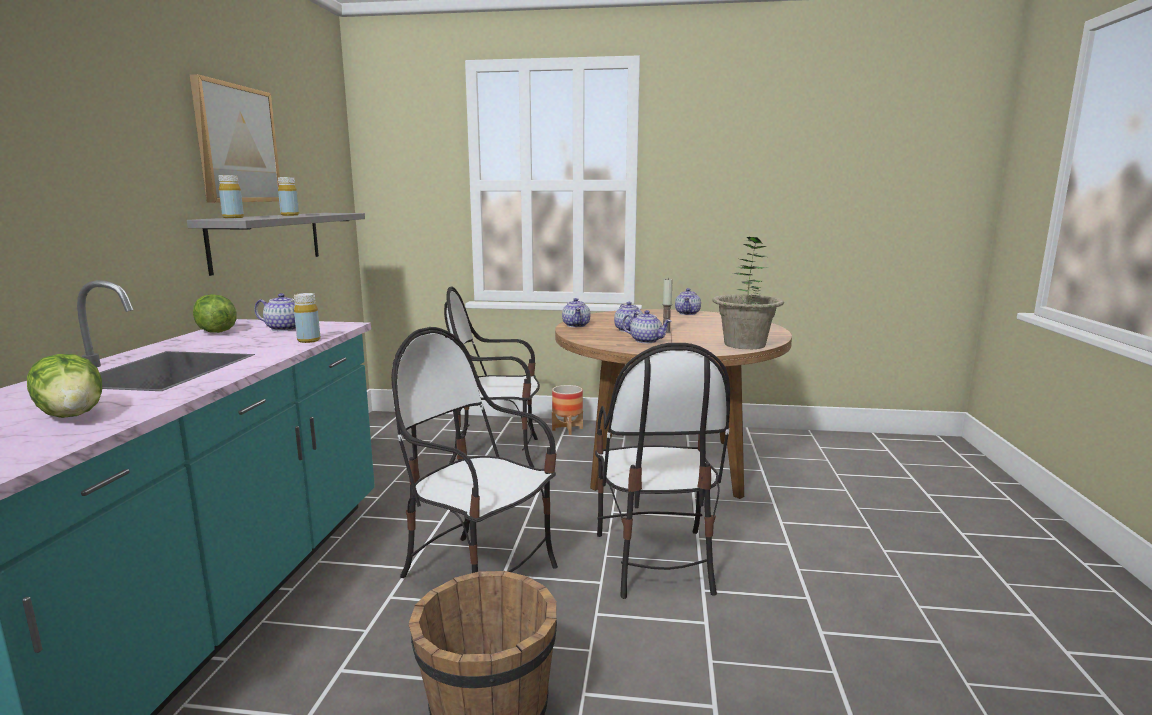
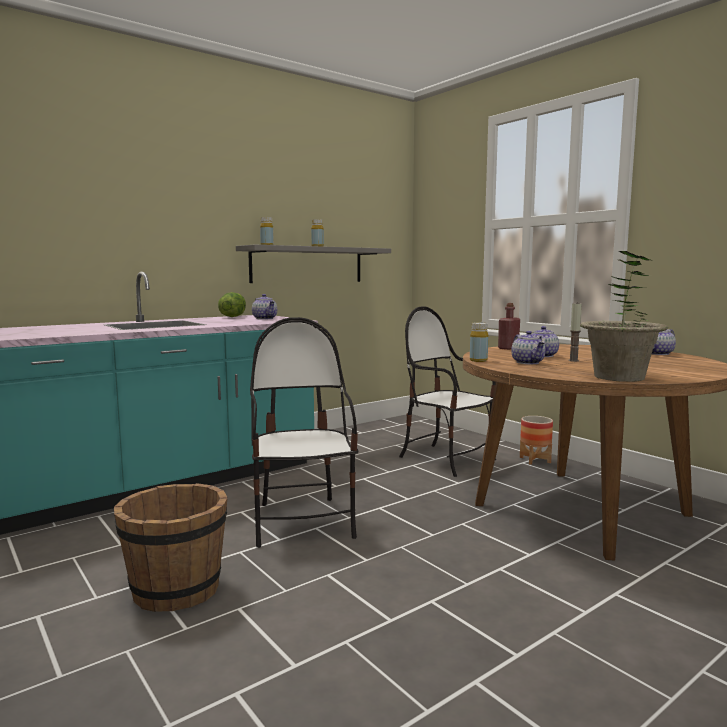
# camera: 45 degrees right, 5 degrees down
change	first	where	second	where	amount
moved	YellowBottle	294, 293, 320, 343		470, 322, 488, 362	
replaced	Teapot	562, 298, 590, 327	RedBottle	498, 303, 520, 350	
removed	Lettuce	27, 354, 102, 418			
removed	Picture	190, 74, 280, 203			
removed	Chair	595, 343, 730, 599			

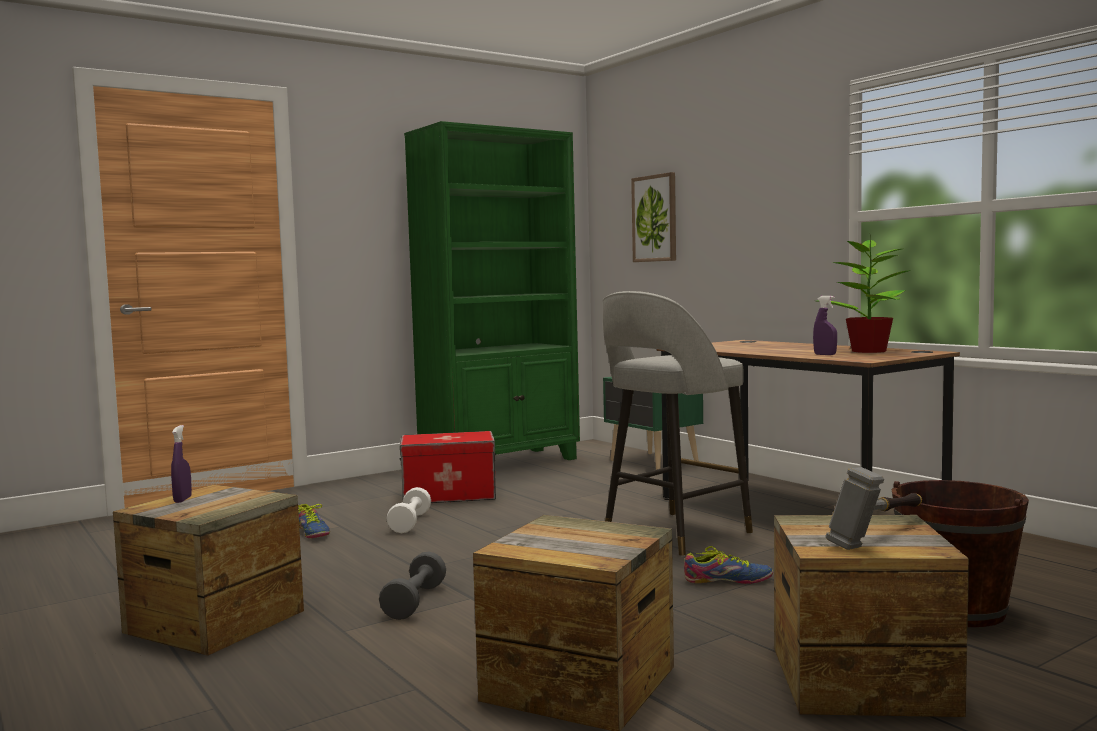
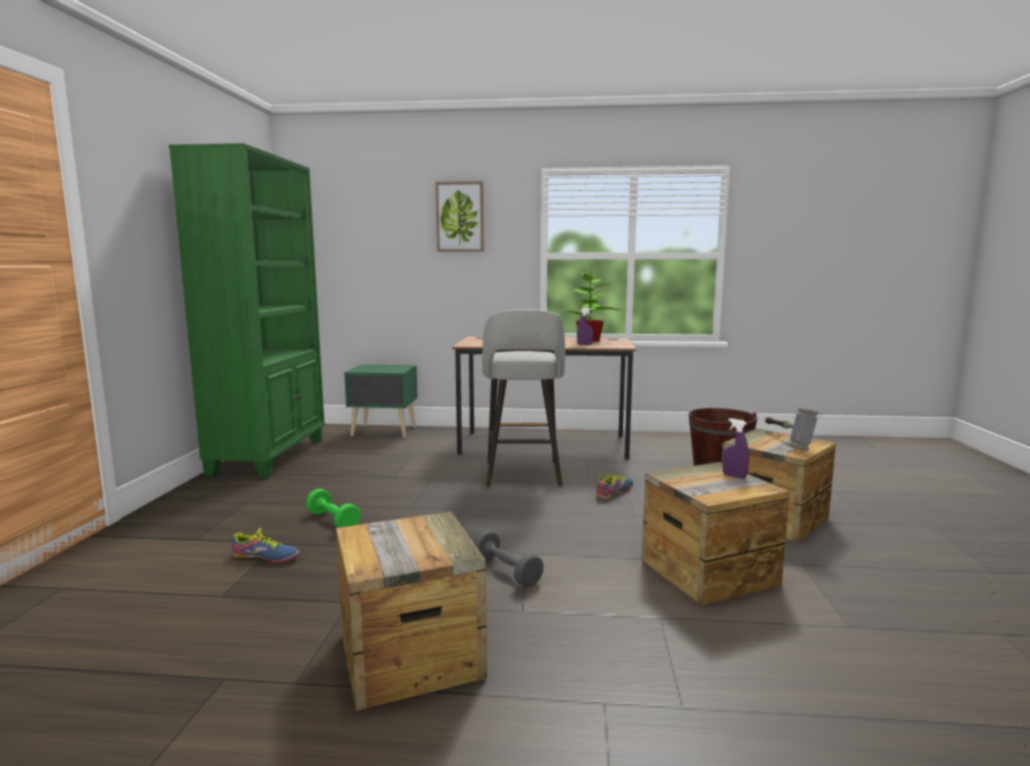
# camera: 50 degrees left, 5 degrees up
change	first	where	second	where	amount
recoloured	WhiteDumbbell	387, 487, 431, 533	GreenDumbbell	306, 489, 361, 528	
moved	Picture	631, 172, 676, 262		435, 181, 484, 252	
moved	PurpleSprayBottle	171, 425, 192, 503		722, 418, 749, 479	
removed	StorageBox	400, 431, 496, 503			

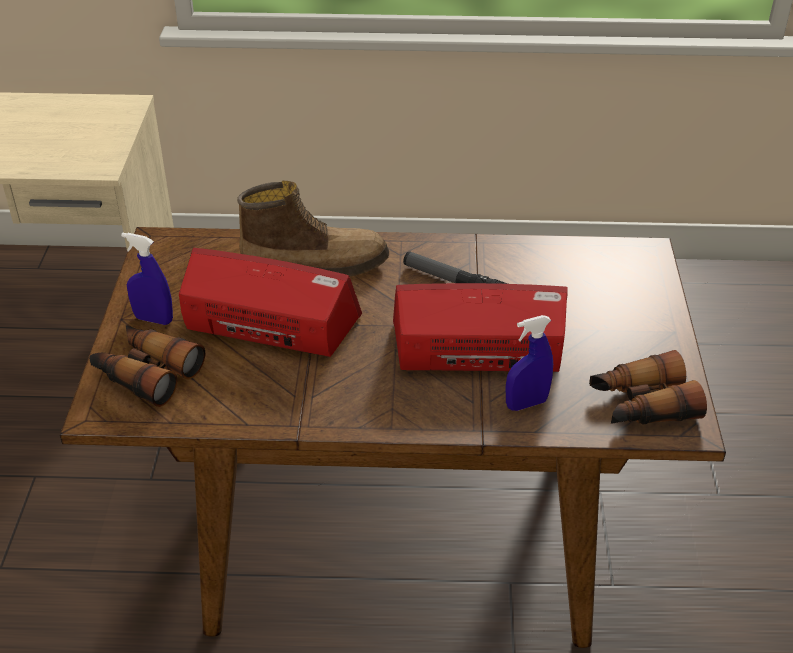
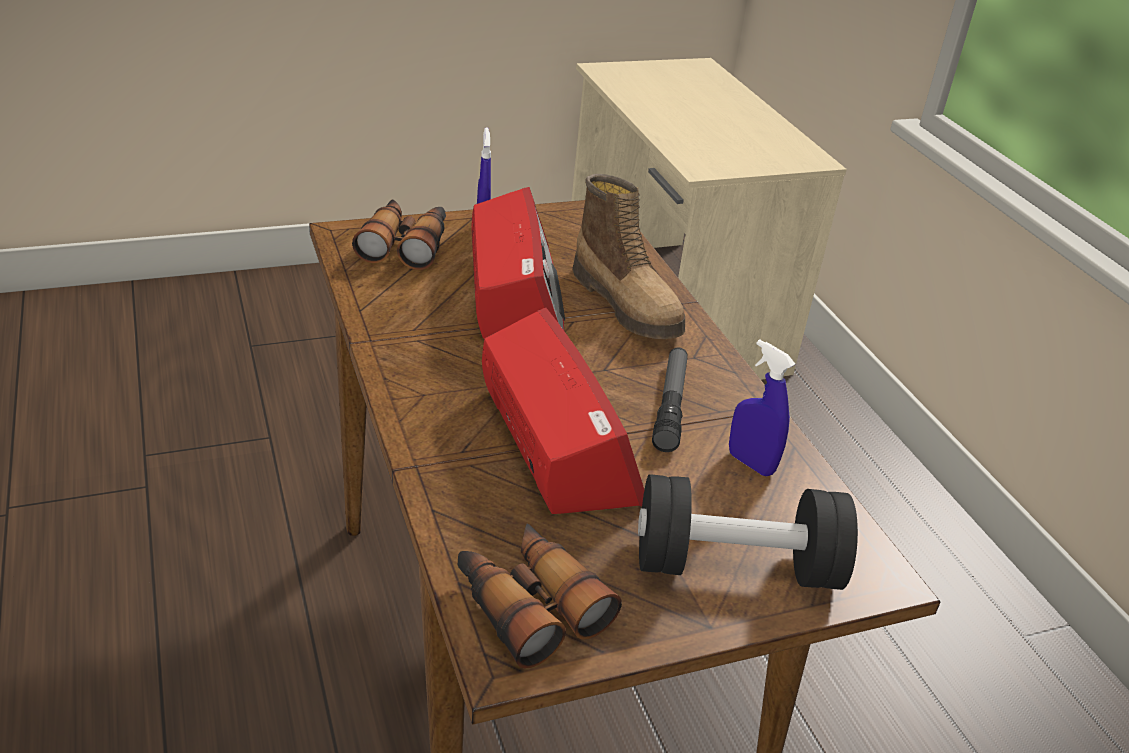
# camera: 65 degrees right, 5 degrees down
change	first	where	second	where	amount
added			BlackDumbbell	638, 474, 858, 590	
moved	BlueSprayBottle	506, 315, 553, 411		729, 339, 795, 476	

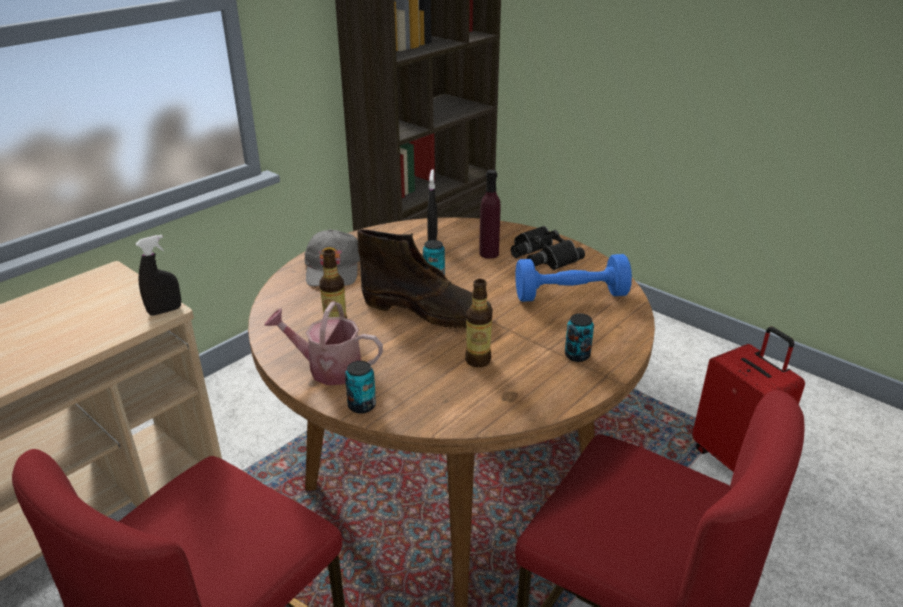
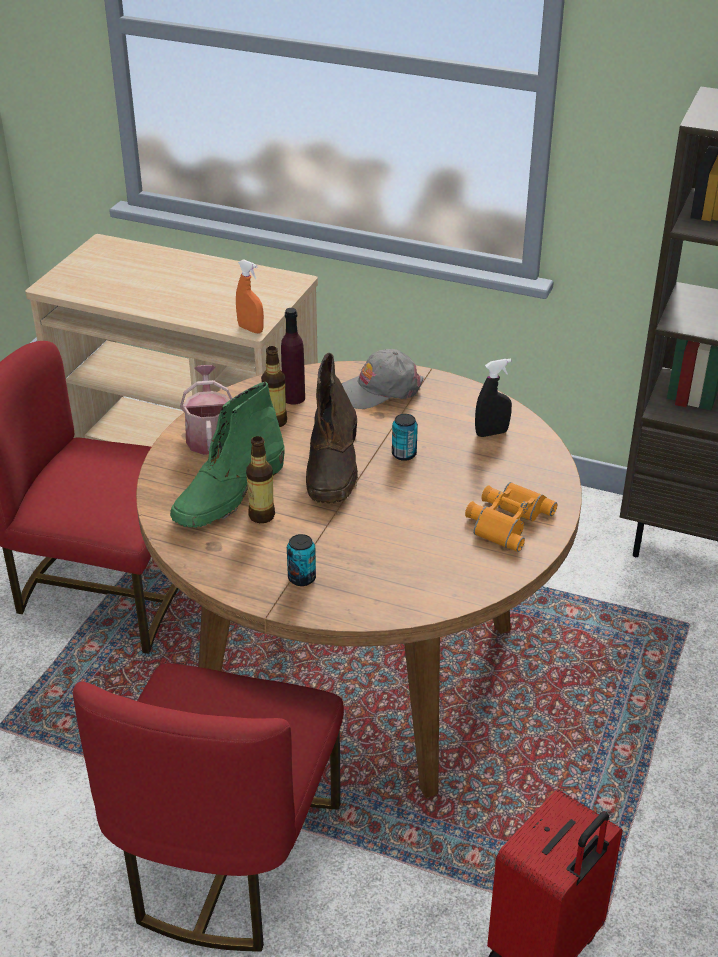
# camera: 70 degrees right, 5 degrees up
change	first	where	second	where	amount
added			GreenBoot	170, 382, 285, 528	
recoloured	BlackSprayBottle	136, 235, 181, 316	OrangeSprayBottle	236, 259, 264, 333	
moved	PurpleBottle	479, 169, 501, 259		281, 308, 305, 405	
recoloured	BlackBinoculars	511, 226, 585, 270	OrangeBinoculars	465, 482, 558, 552	
removed	Can	345, 361, 376, 414			
removed	BlueDumbbell	515, 254, 632, 302			

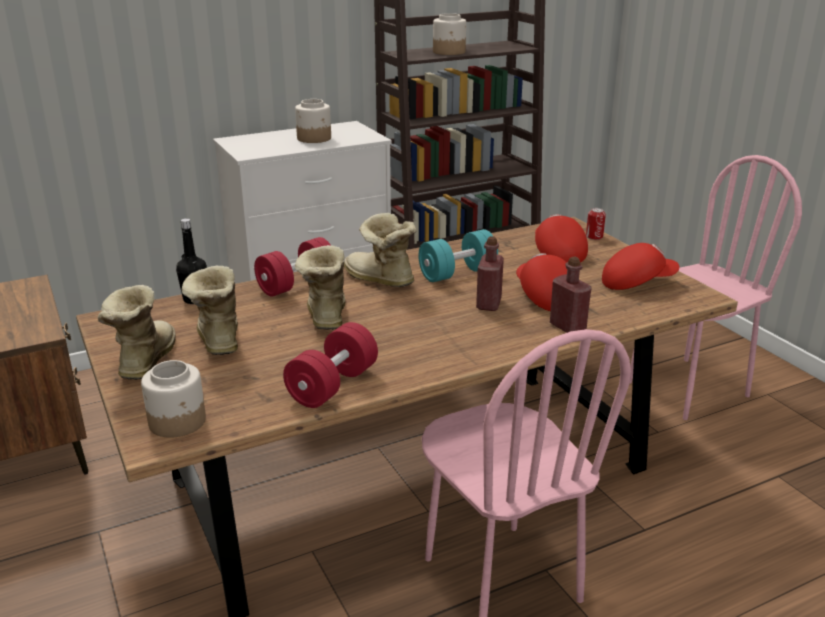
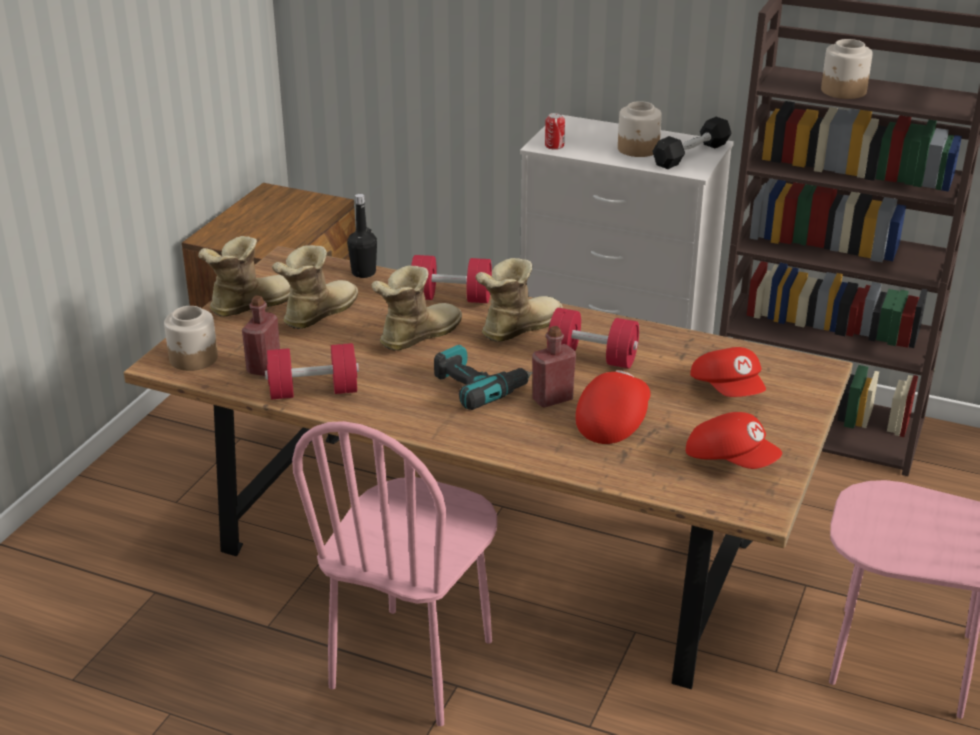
# camera: 50 degrees right, 5 degrees up
change	first	where	second	where	amount
moved	RedBottle	550, 256, 592, 333		242, 296, 280, 376	
added			PowerDrill	434, 345, 533, 410	
turned	Boot	344, 213, 417, 287		476, 258, 563, 342	45 degrees clockwise
moved	Can	586, 208, 606, 240		545, 113, 565, 150	
recoloured	TurquoiseDumbbell	419, 229, 498, 282	RedDumbbell	547, 308, 639, 369	
added			BlackDumbbell	652, 117, 731, 169	
turned	RedCap	535, 214, 588, 263		690, 347, 766, 397	120 degrees clockwise

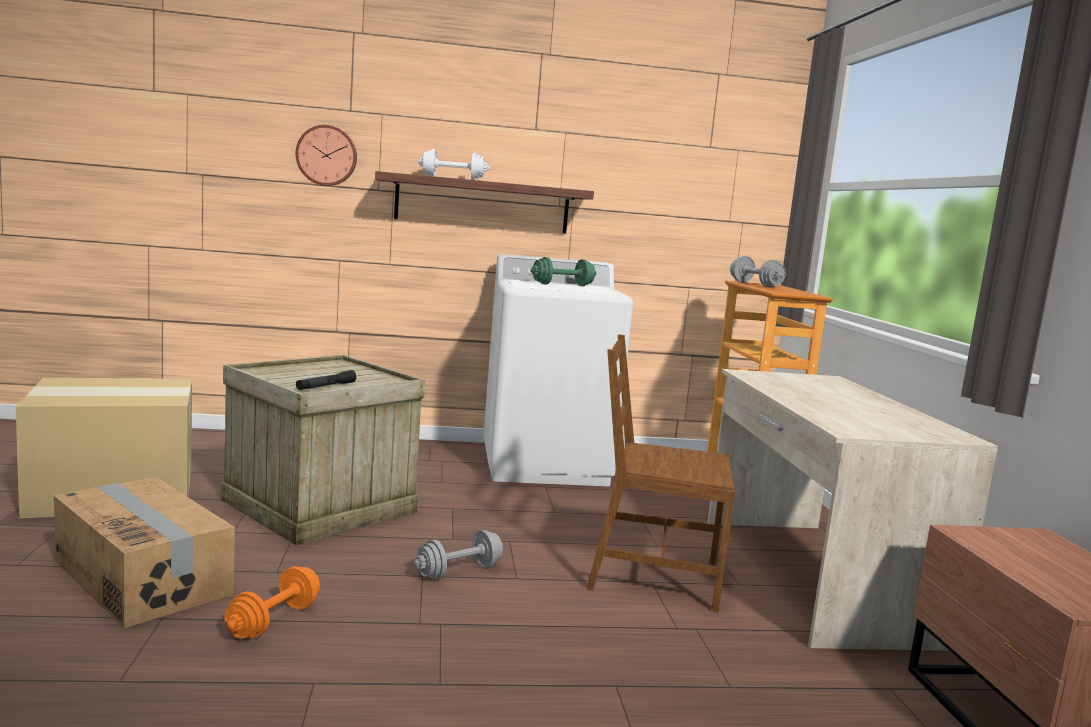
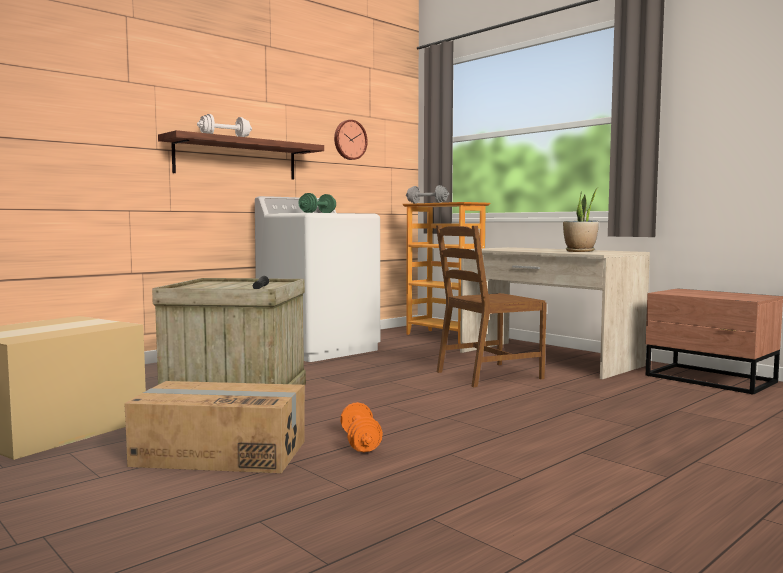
# camera: 35 degrees left, 5 degrees down
change	first	where	second	where	amount
moved	WallClock	296, 125, 357, 186		334, 120, 368, 160	
added			PottedPlant	563, 188, 599, 252	
removed	GreyDumbbell	414, 530, 503, 579			

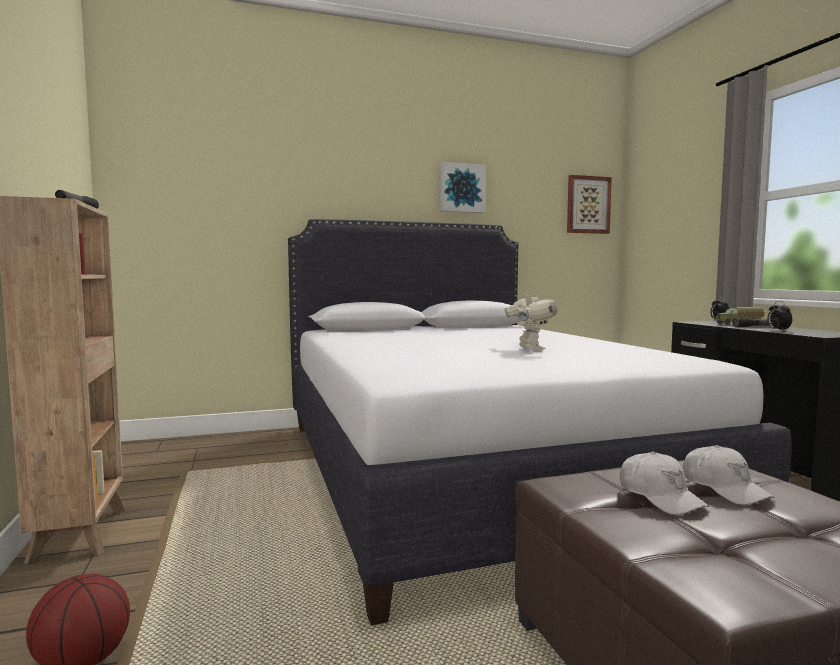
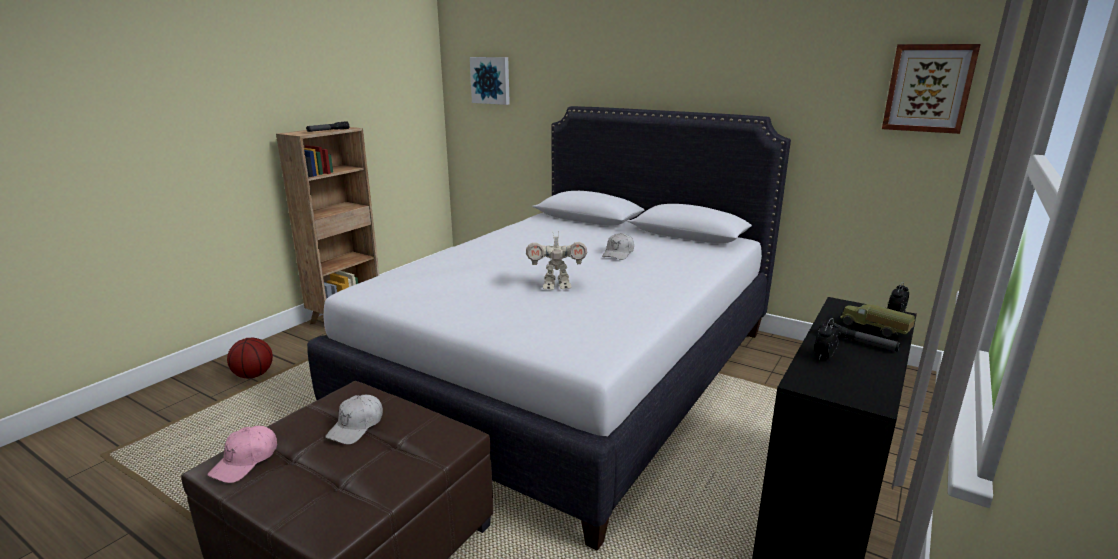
# camera: 50 degrees right, 15 degrees up
change	first	where	second	where	amount
added			PinkCap	208, 426, 277, 483	
moved	Picture	440, 162, 486, 213		470, 57, 510, 105	
turned	ToyRobot	505, 289, 557, 351		526, 233, 587, 290	45 degrees clockwise
moved	WhiteCap	683, 445, 775, 505		602, 233, 634, 260	

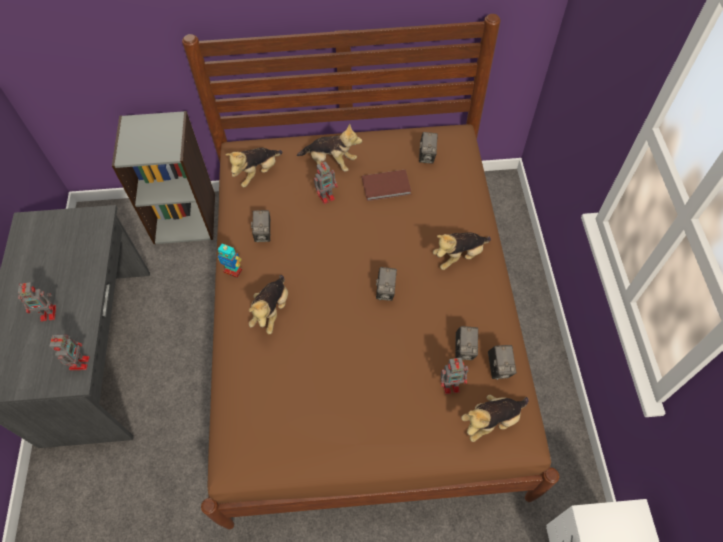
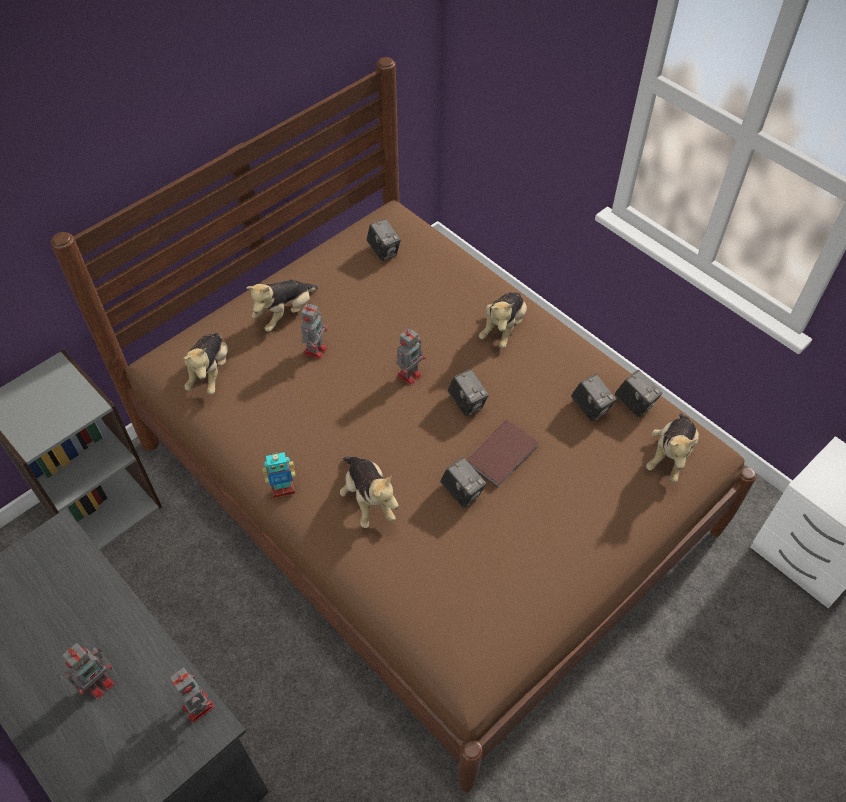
# camera: 40 degrees left, 5 degrees down
change	first	where	second	where	amount
turned	PlushToy	297, 123, 362, 172		246, 280, 318, 332	150 degrees clockwise
moved	ToyRobot	441, 357, 468, 394		396, 328, 426, 385	
moved	PhotoCamera	251, 210, 271, 242		440, 457, 487, 508	
moved	BrownBook	362, 169, 411, 201		466, 420, 540, 488	

